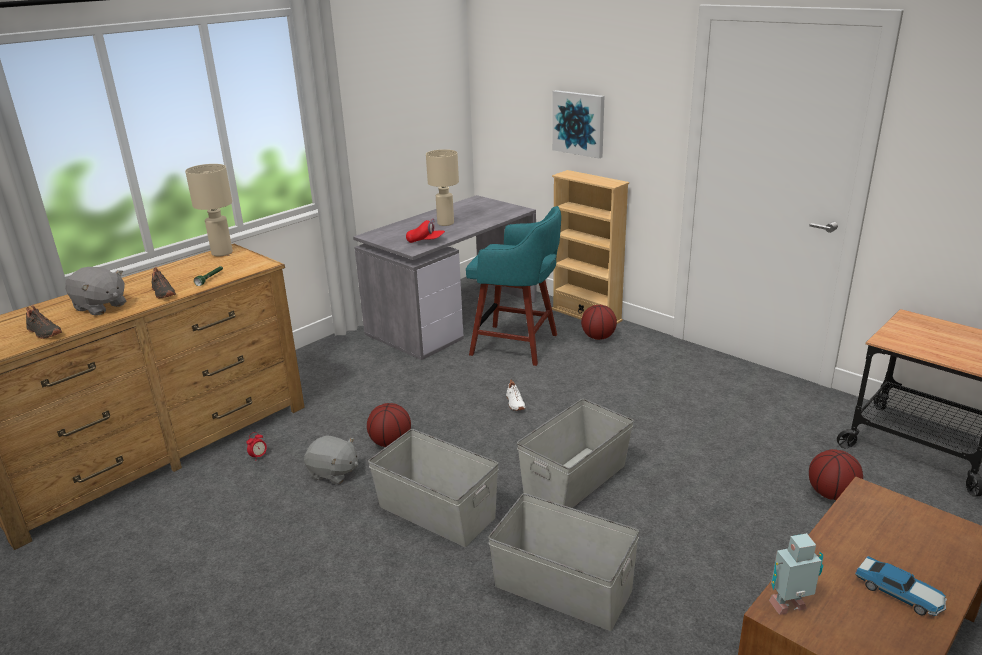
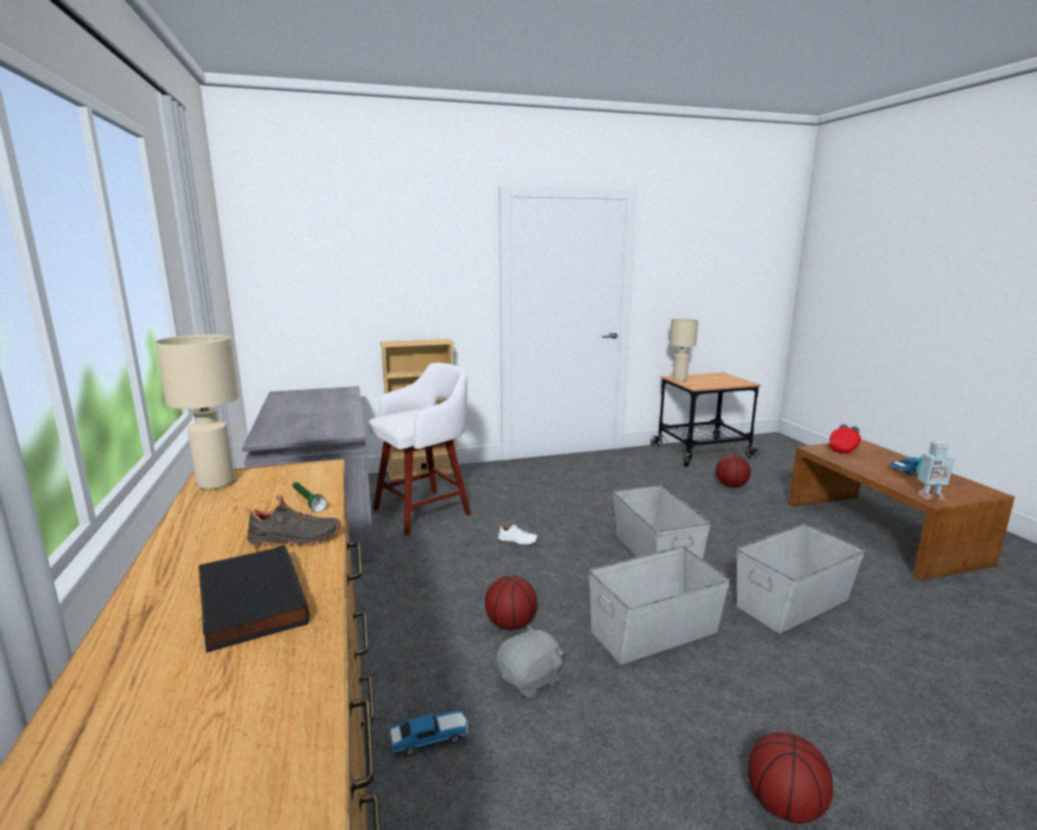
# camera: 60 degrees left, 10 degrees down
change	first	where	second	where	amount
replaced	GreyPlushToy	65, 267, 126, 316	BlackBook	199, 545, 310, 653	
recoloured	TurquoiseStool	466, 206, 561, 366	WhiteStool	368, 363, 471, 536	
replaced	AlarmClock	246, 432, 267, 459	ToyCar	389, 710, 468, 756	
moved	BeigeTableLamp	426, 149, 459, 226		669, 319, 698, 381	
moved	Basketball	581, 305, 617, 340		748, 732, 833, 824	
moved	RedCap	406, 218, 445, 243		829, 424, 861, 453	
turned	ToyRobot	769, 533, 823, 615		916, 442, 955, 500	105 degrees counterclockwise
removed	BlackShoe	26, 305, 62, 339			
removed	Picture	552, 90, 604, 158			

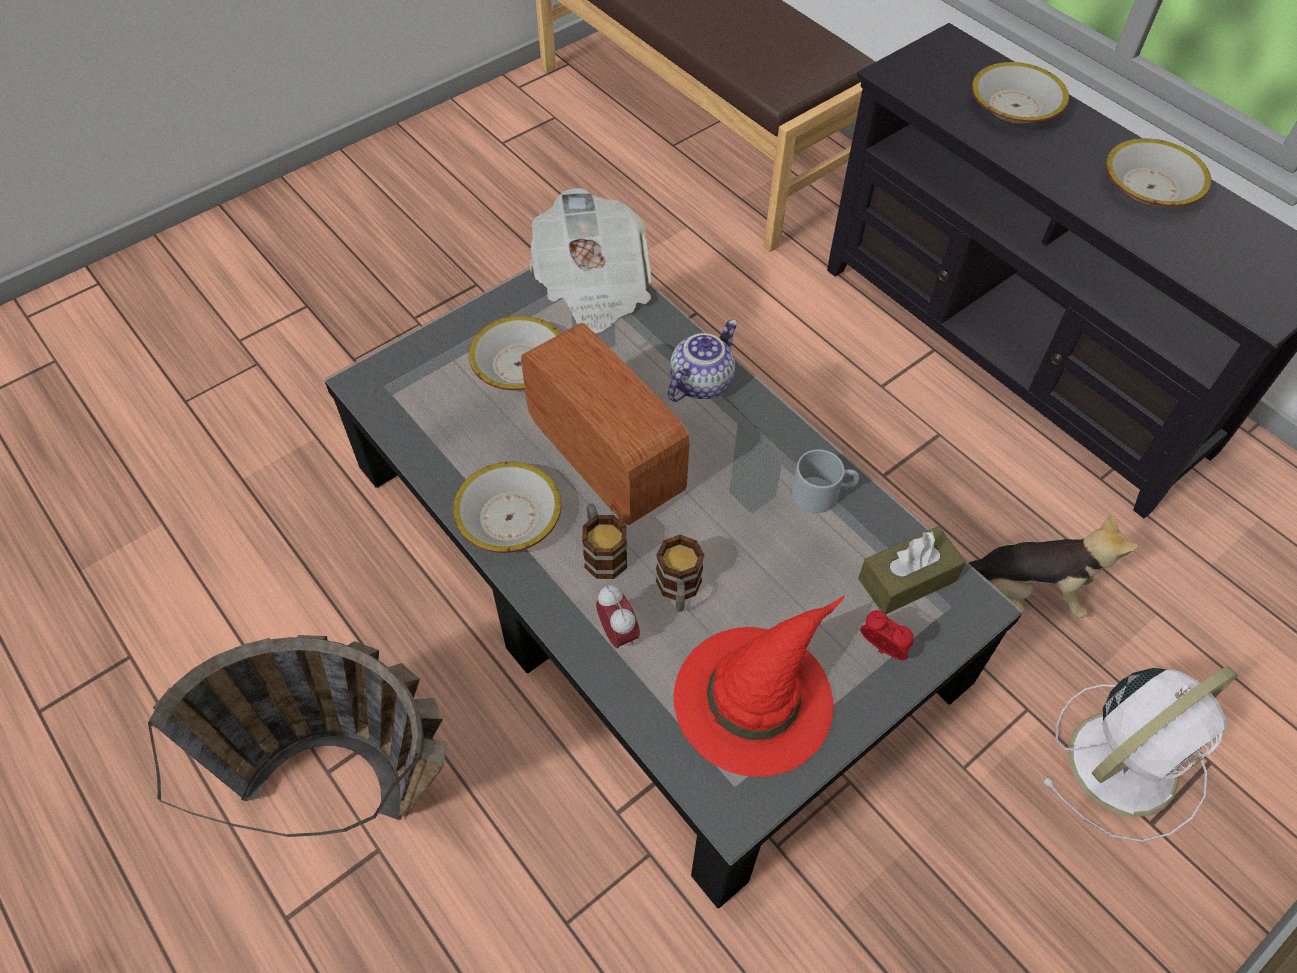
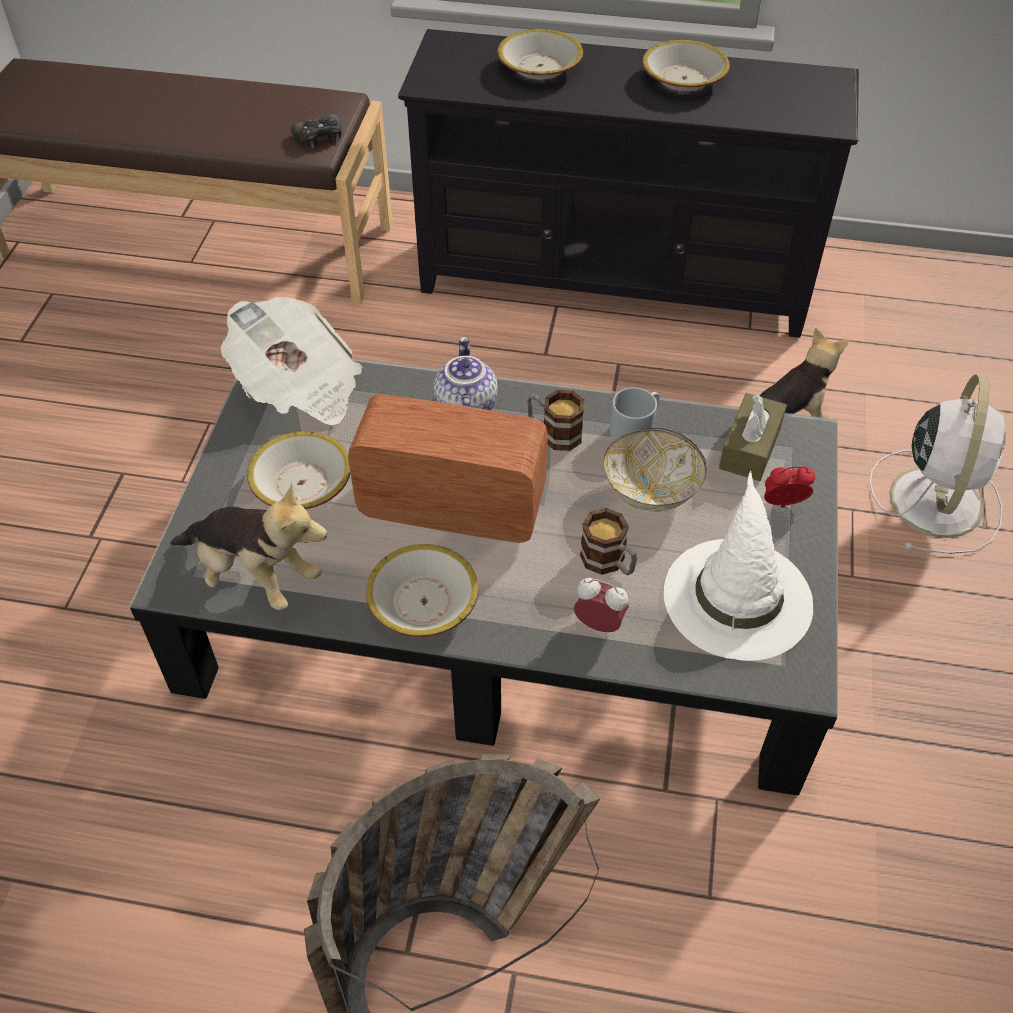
# camera: 40 degrees left, 5 degrees down
change	first	where	second	where	amount
added			PlushToy	170, 482, 327, 610	
added			BlackGameController	291, 114, 342, 148	
moved	Mug	582, 503, 627, 579		527, 390, 584, 451	
added			Bowl	604, 428, 707, 512	
recoloured	RedHat	674, 595, 845, 777	WhiteHat	664, 470, 813, 661	

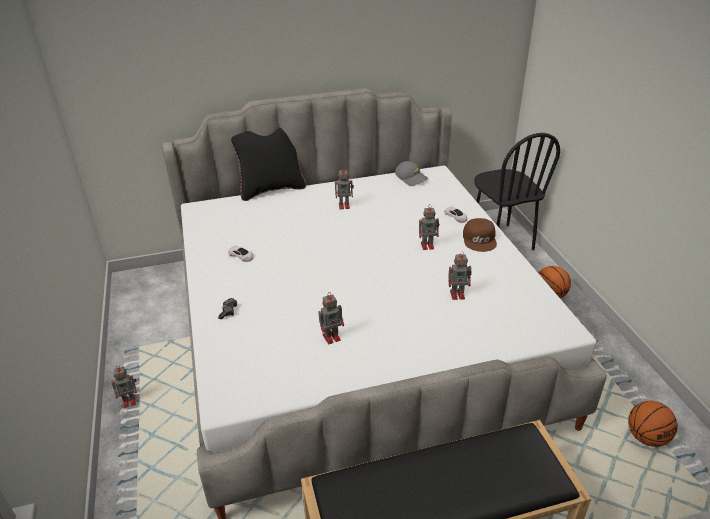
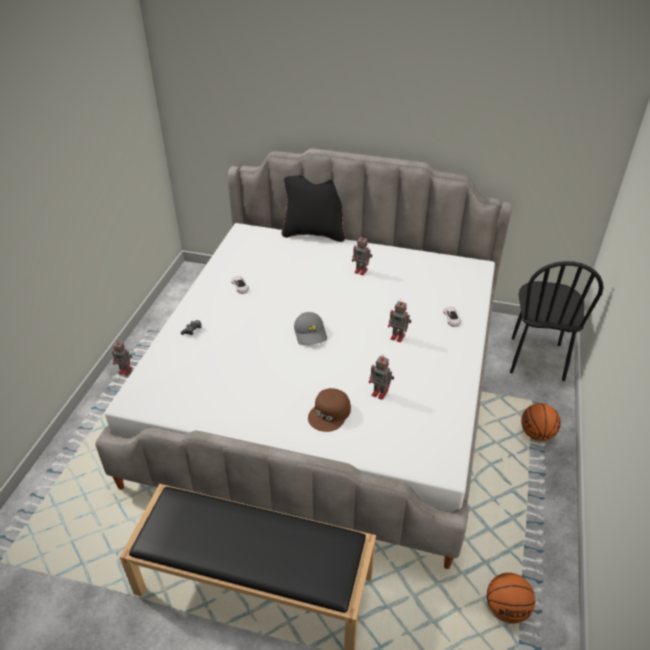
# camera: 30 degrees right, 5 degrees up
change	first	where	second	where	amount
moved	GreyCap	395, 161, 428, 186		294, 312, 327, 345	
moved	BrownCap	463, 218, 497, 252		308, 388, 351, 432	
removed	ToyRobot	318, 292, 344, 344			

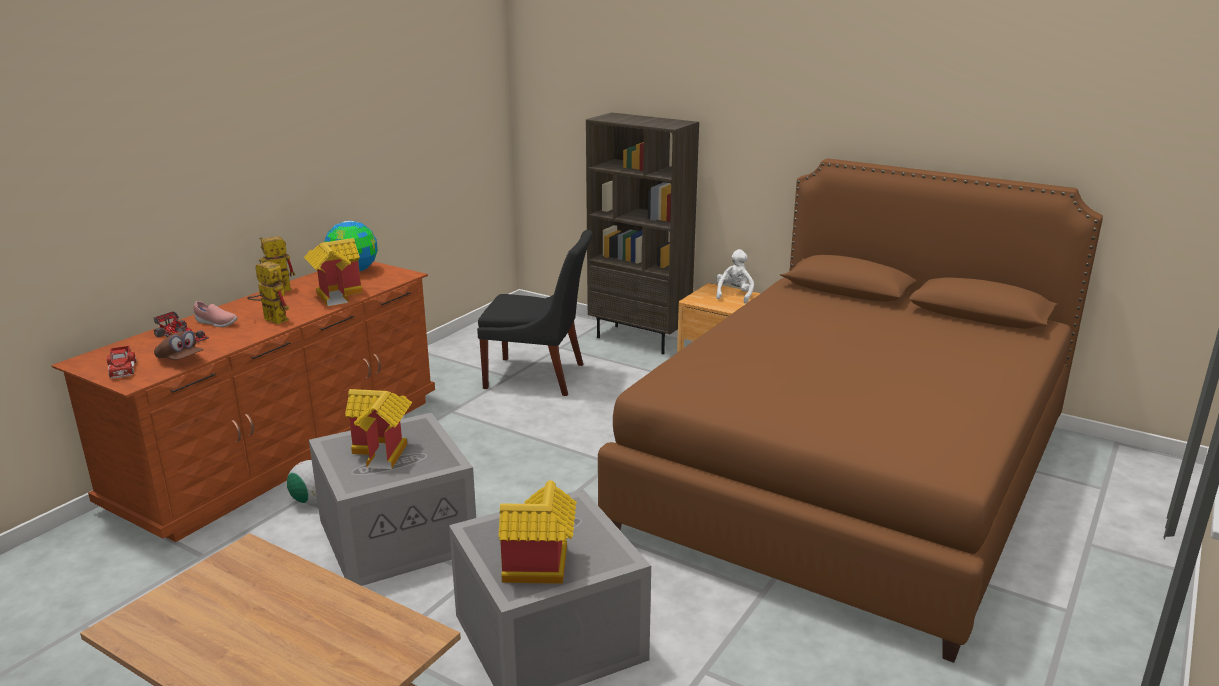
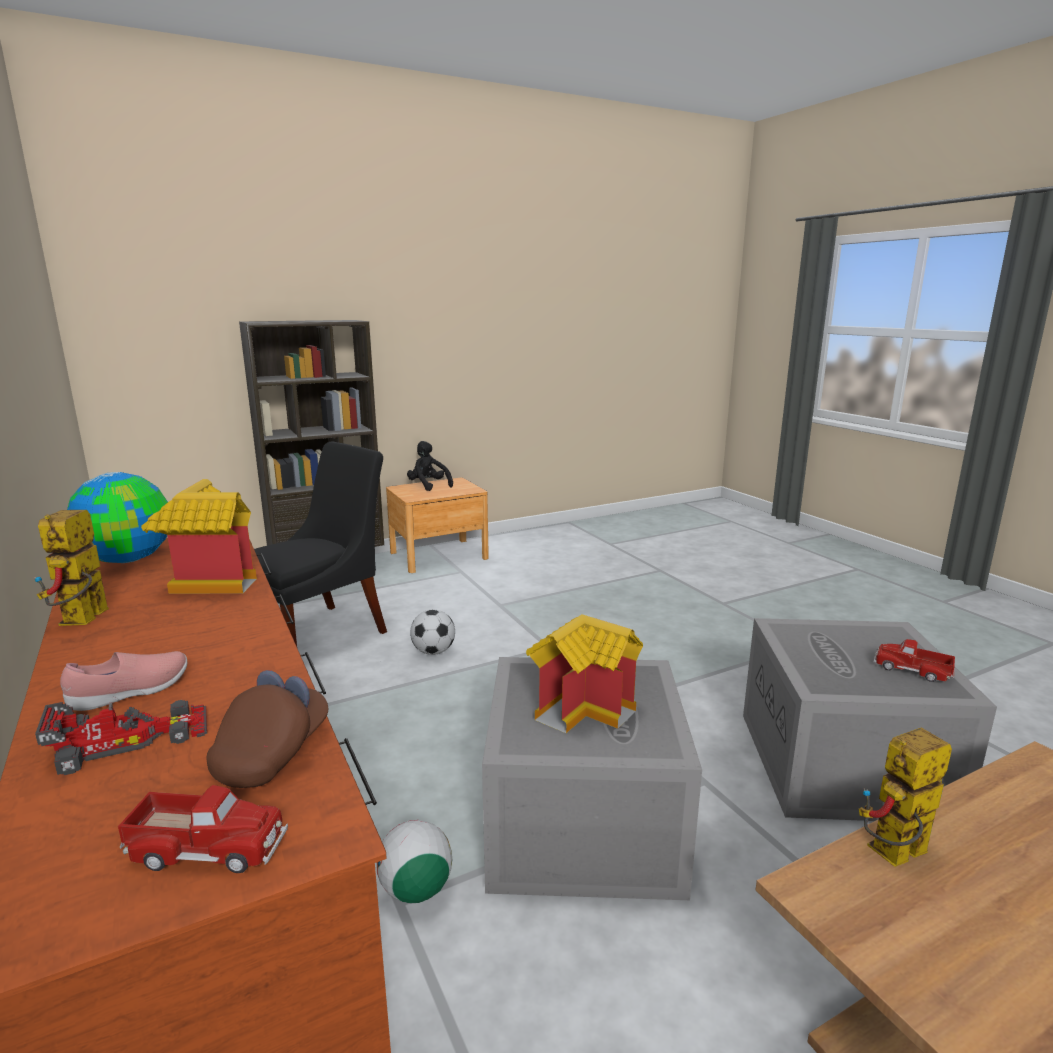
# camera: 60 degrees left, 5 degrees down
change	first	where	second	where	amount
turned	BrownCap	154, 330, 204, 360		206, 670, 328, 788	45 degrees counterclockwise
recoloured	WhitePlushToy	716, 249, 754, 304	BlackPlushToy	407, 441, 453, 491	
added			Football	410, 610, 455, 655	
moved	ToyRobot	247, 259, 289, 324		859, 727, 952, 867	
replaced	ToyHouse	498, 481, 577, 584	ToyTruck	873, 639, 955, 682	
removed	BrownBed	598, 158, 1103, 663			

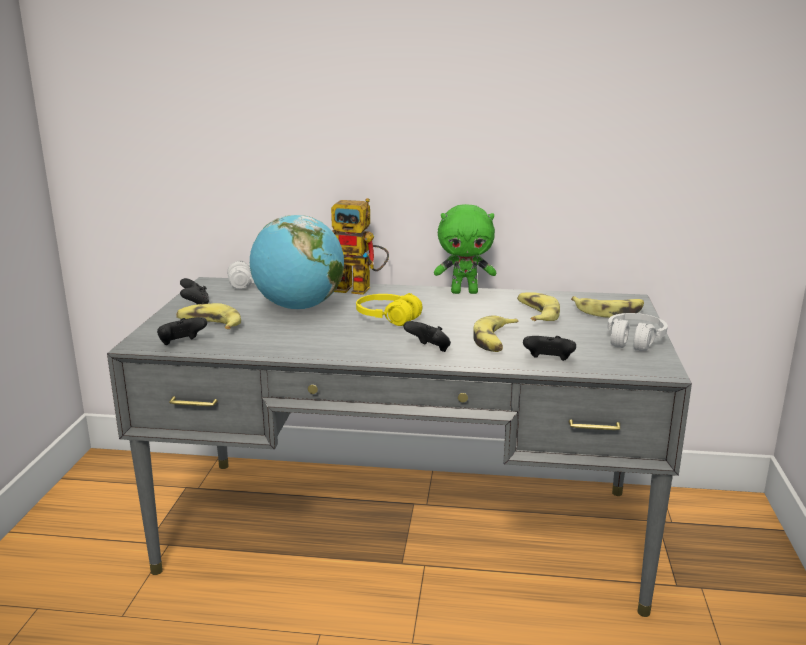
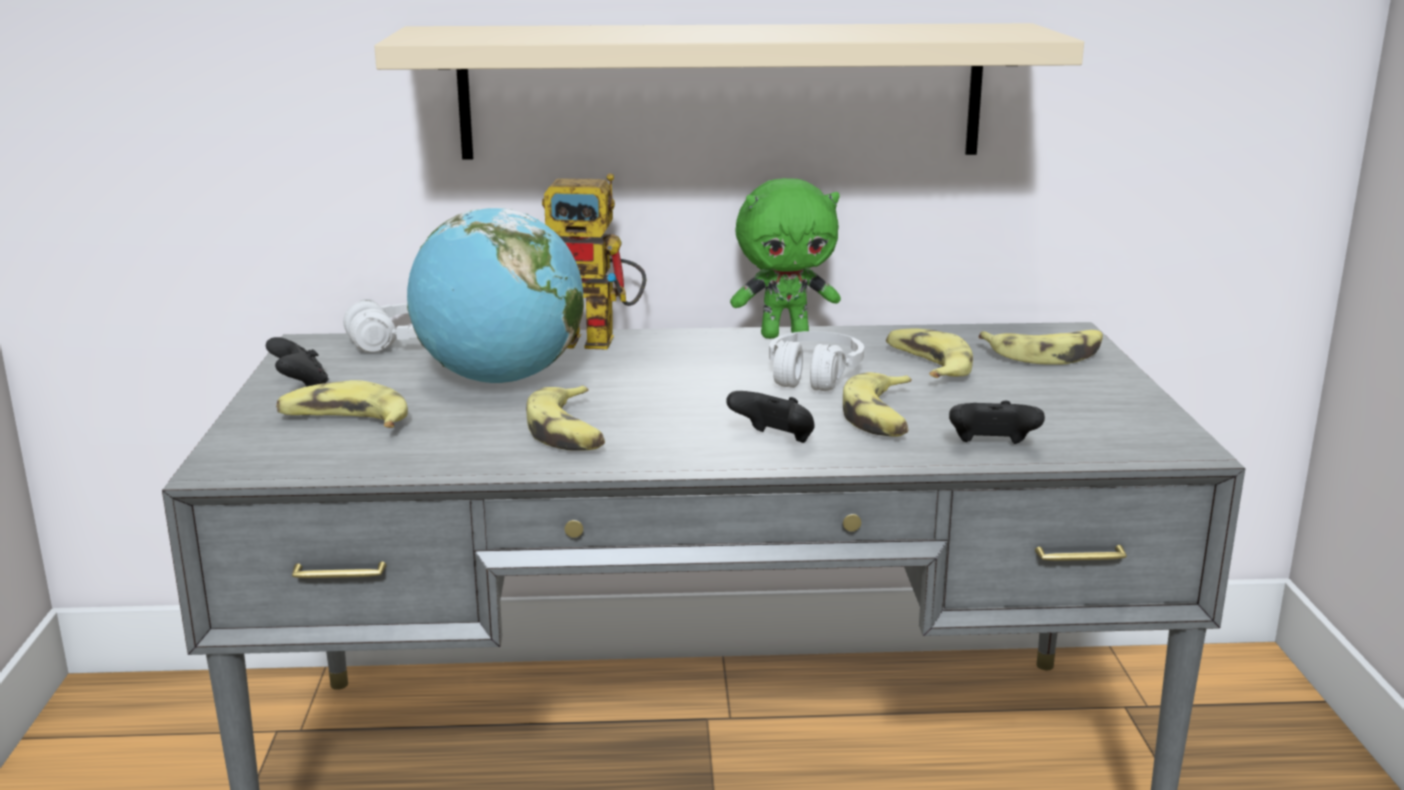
# camera: 10 degrees left, 0 degrees up
change	first	where	second	where	amount
added			BeigeShelf	374, 23, 1084, 159	
added			Banana	526, 386, 605, 451	
moved	WhiteHeadphones	607, 313, 668, 352		769, 331, 864, 391	
removed	BlackGameController	157, 317, 207, 345			
removed	YellowHeadphones	356, 293, 422, 326			

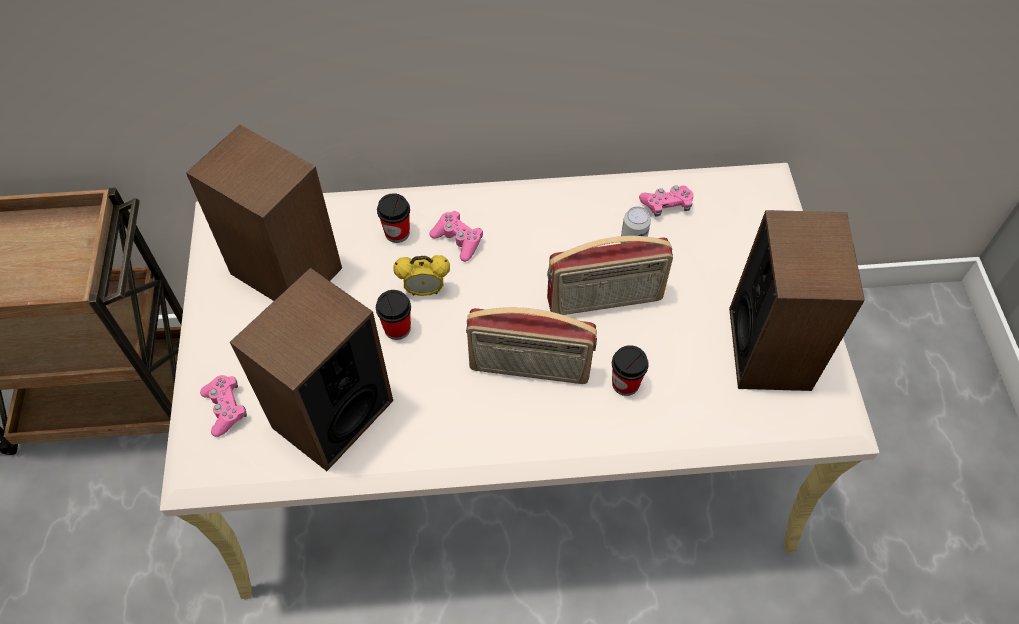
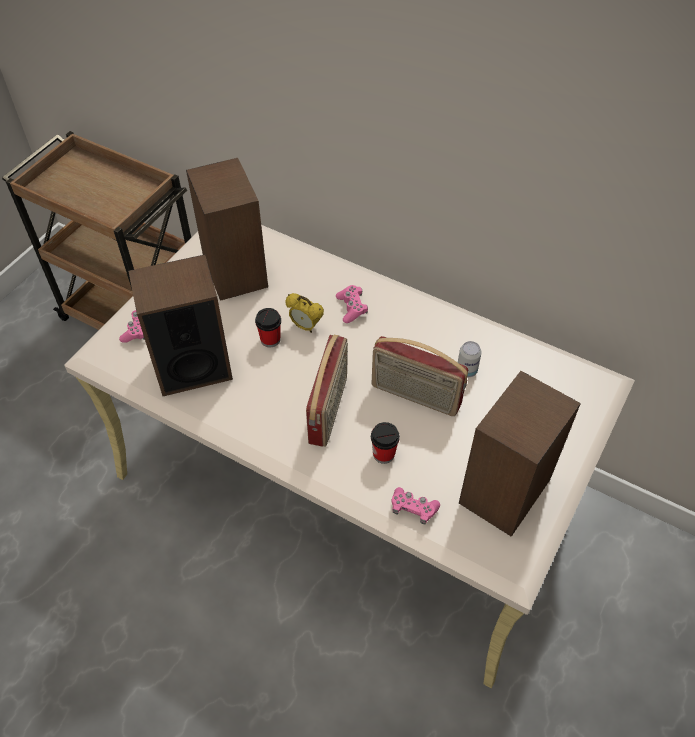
# camera: 35 degrees right, 5 degrees down
change	first	where	second	where	amount
turned	Radio	466, 307, 597, 384		306, 335, 348, 447	120 degrees counterclockwise
moved	PinkGameController	639, 185, 693, 217		391, 487, 440, 524	
removed	Cup	377, 193, 410, 243			

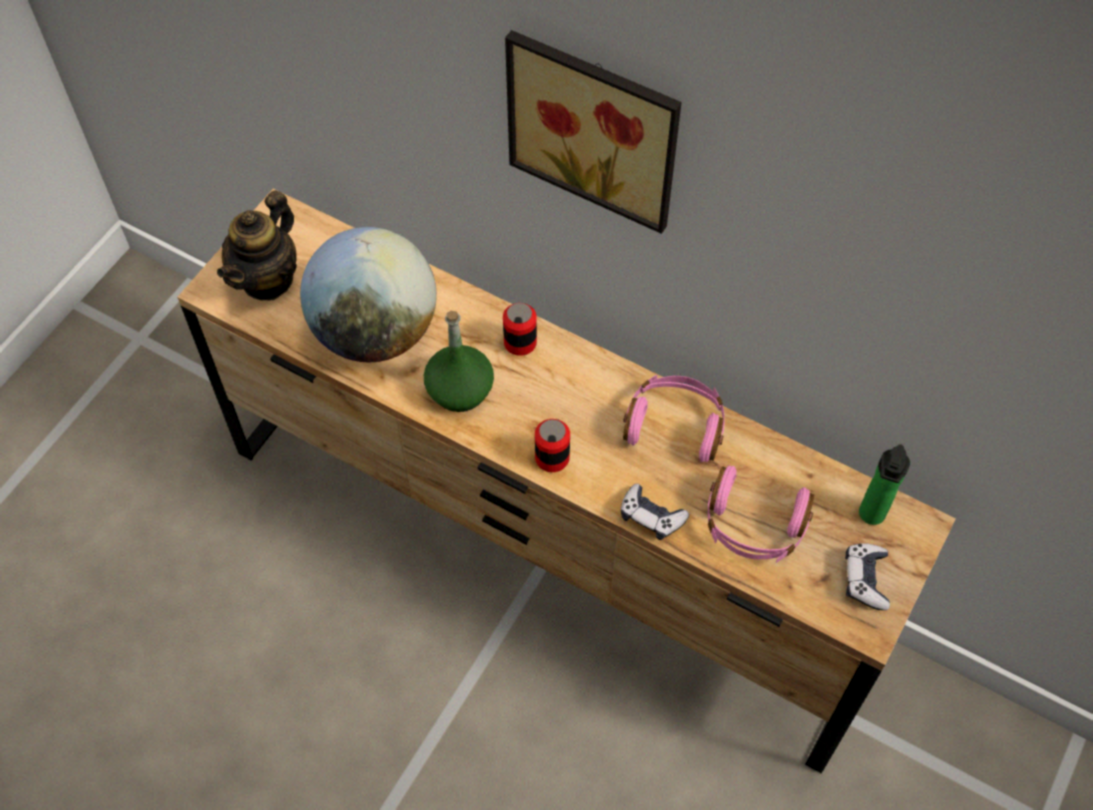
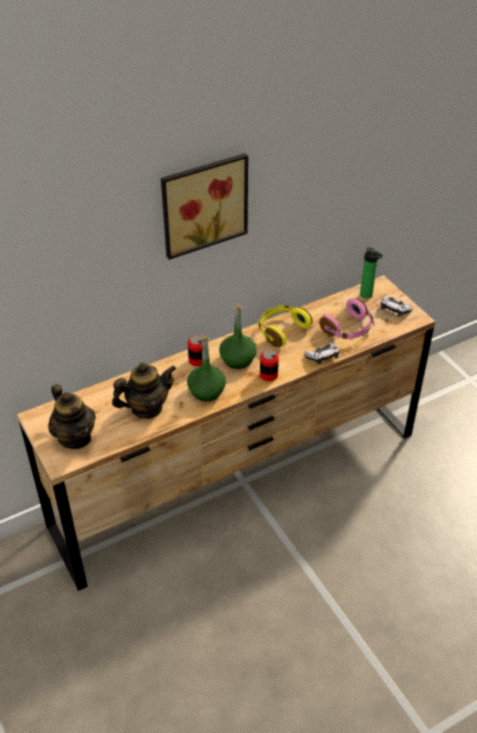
# camera: 60 degrees left, 15 degrees down
change	first	where	second	where	amount
replaced	Globe	300, 227, 437, 362	Teapot	112, 362, 176, 419	
added			GreenBottle	219, 304, 257, 369	
recoloured	PinkHeadphones	623, 375, 725, 462	YellowHeadphones	258, 305, 312, 347	

